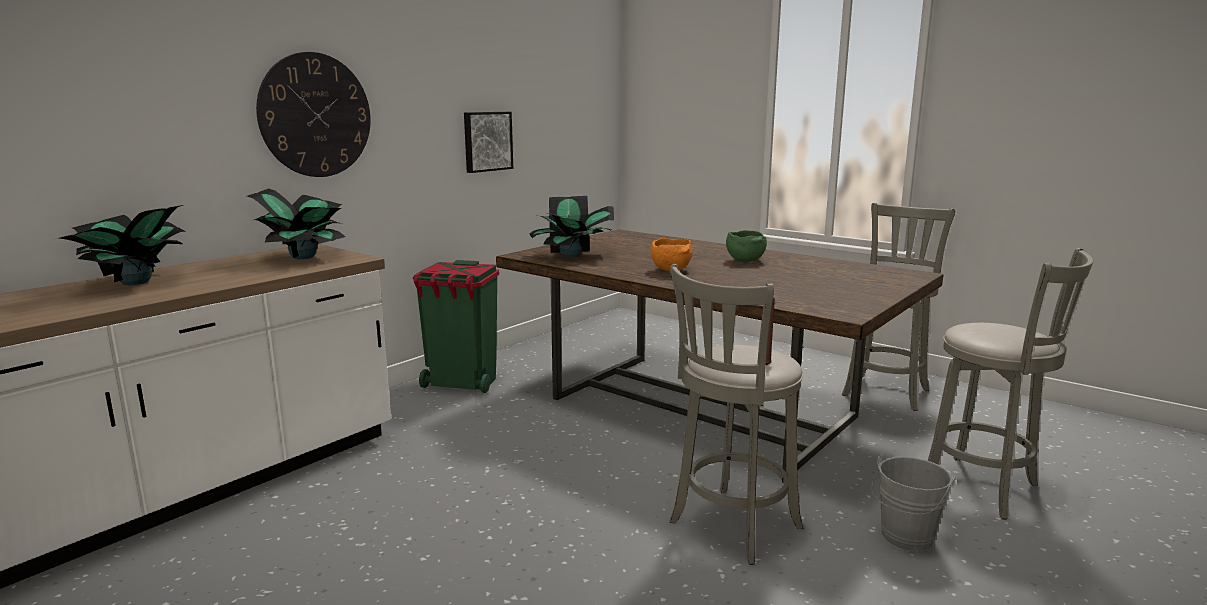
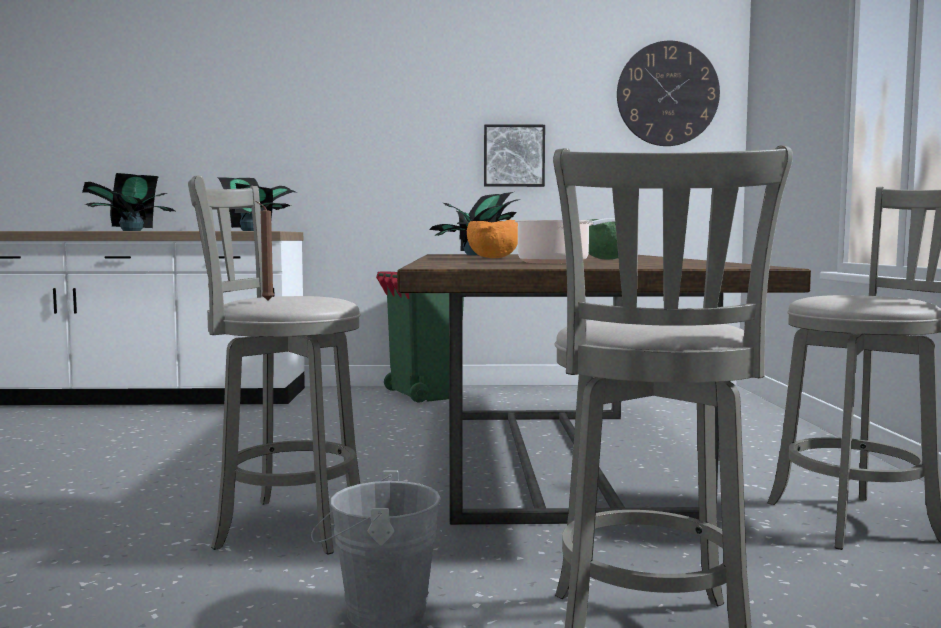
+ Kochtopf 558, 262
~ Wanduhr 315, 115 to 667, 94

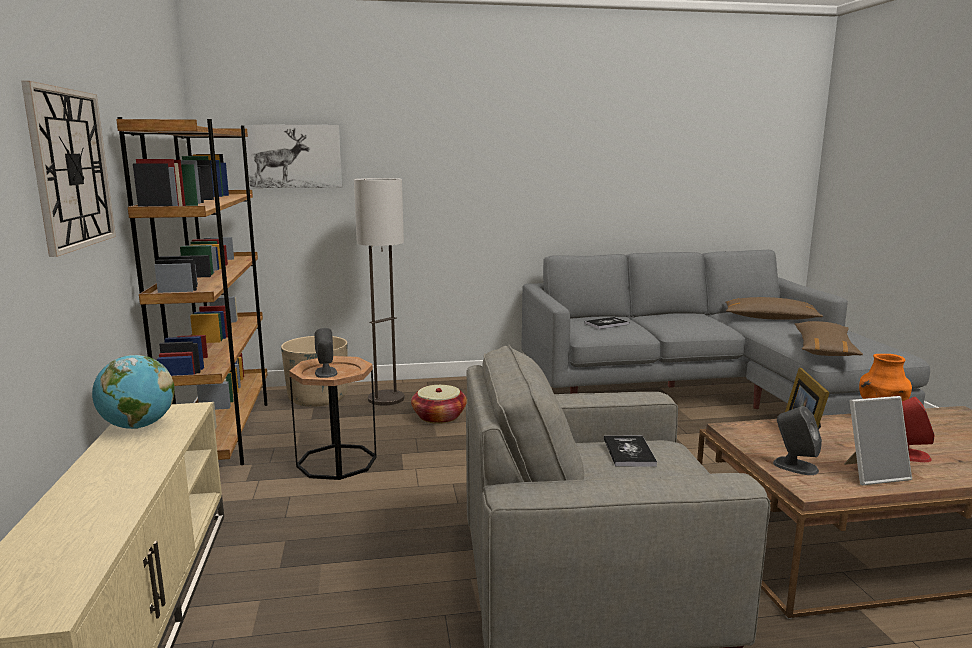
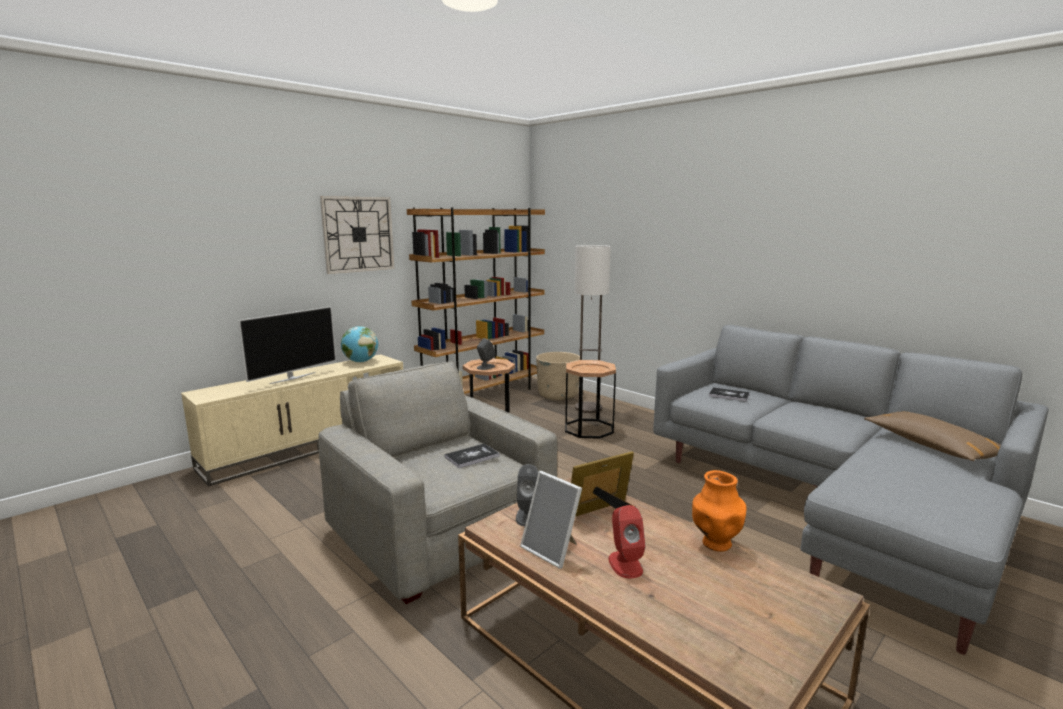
+ Fernseher 292, 378
~ Korb 439, 417 to Beistelltisch/braun 589, 429
- Bild 295, 156
- Kissen/braun 824, 349

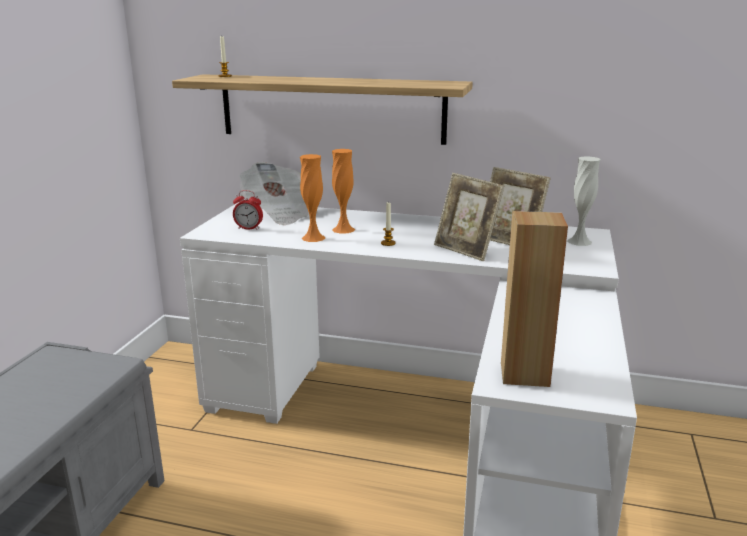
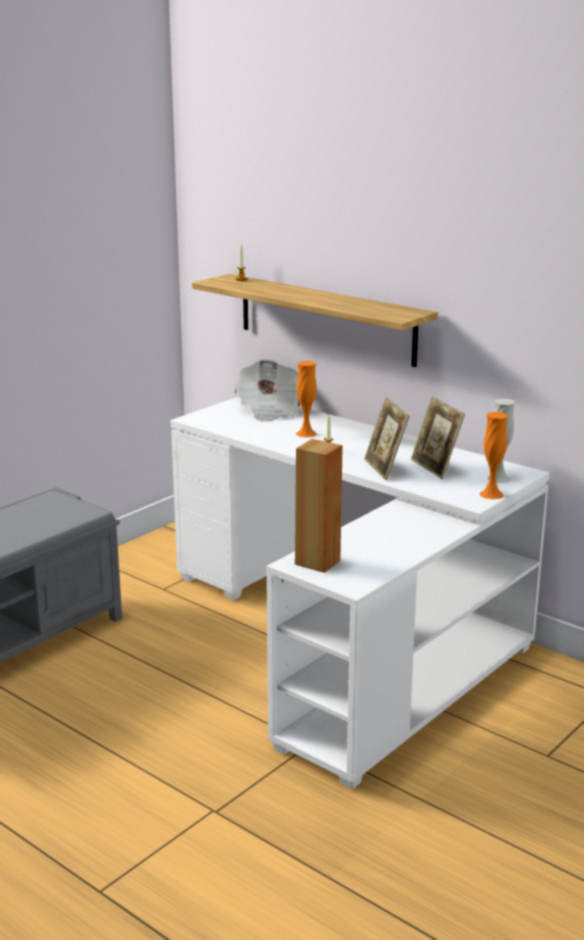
~ Vase/orange 313, 238 to 491, 494
- Wecker 249, 228

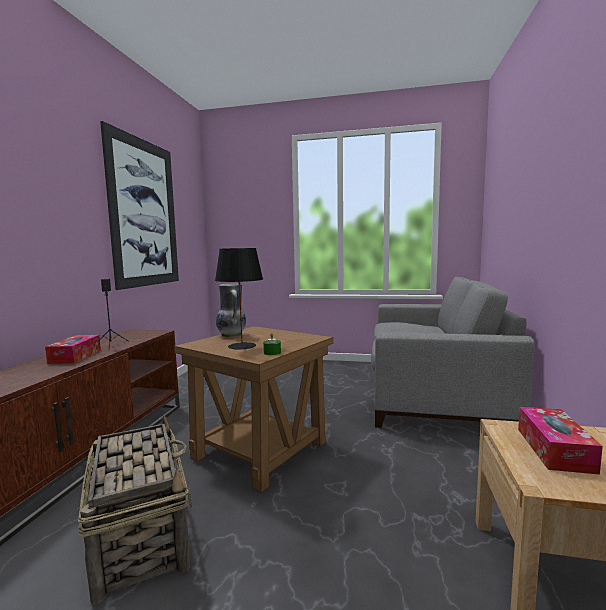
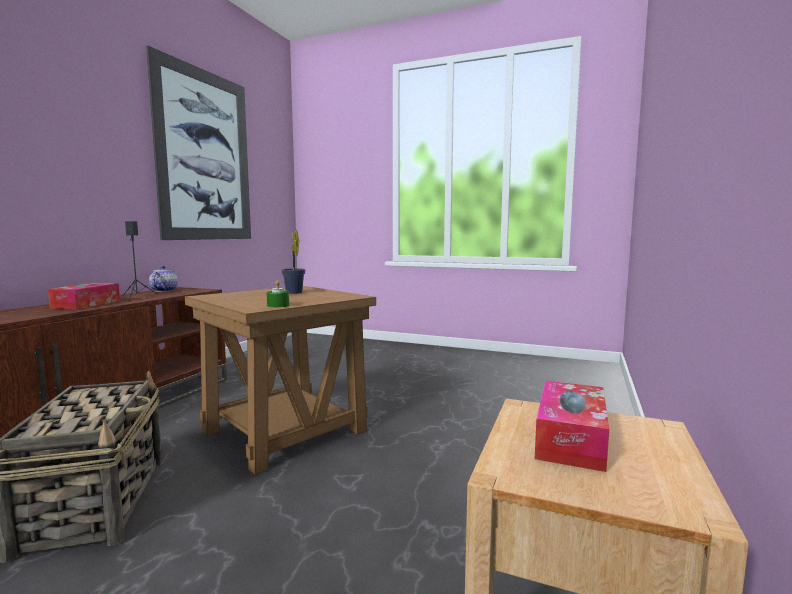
+ Teekanne 164, 290
+ Topfpflanze 293, 293
- Tischlampe/schwarz 242, 346
- Vase 232, 335
- Sofa/grau 431, 392

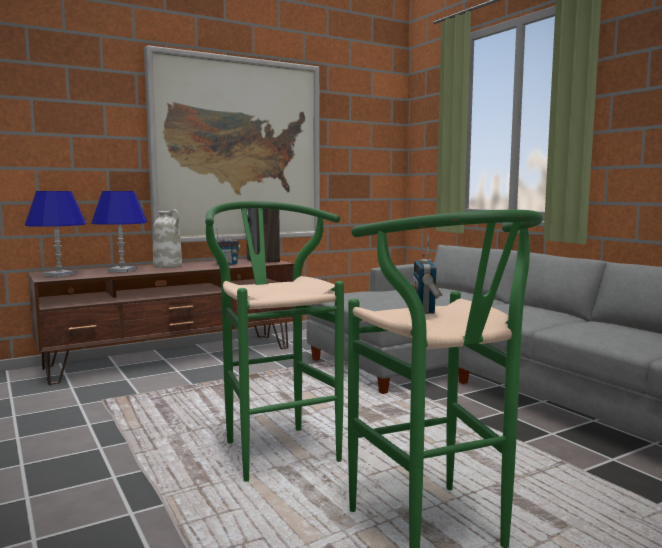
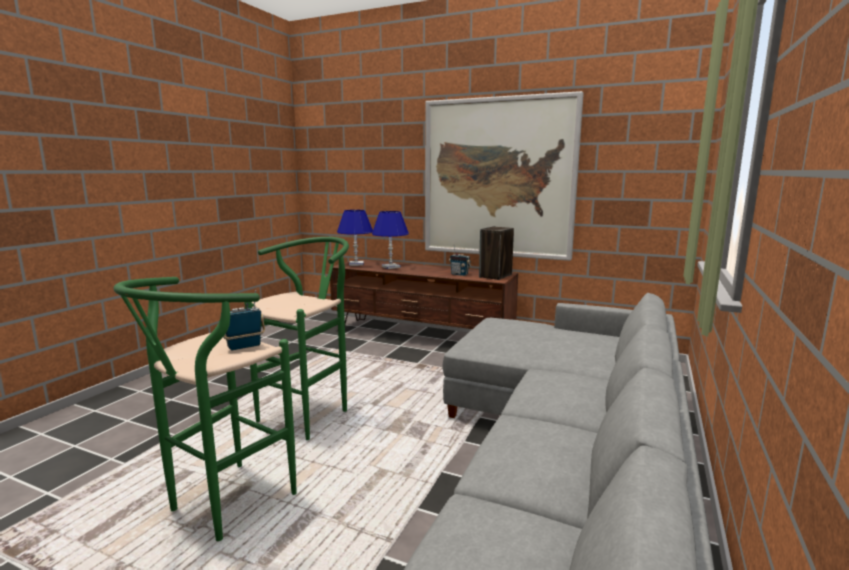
- Vase/weiß 168, 266

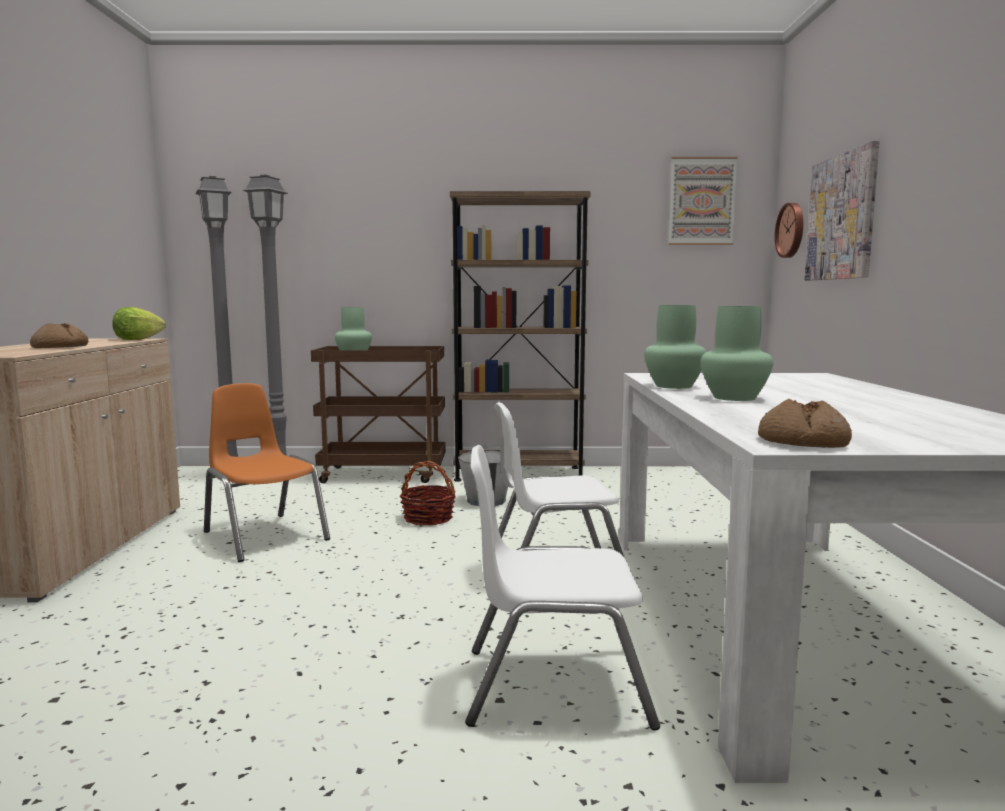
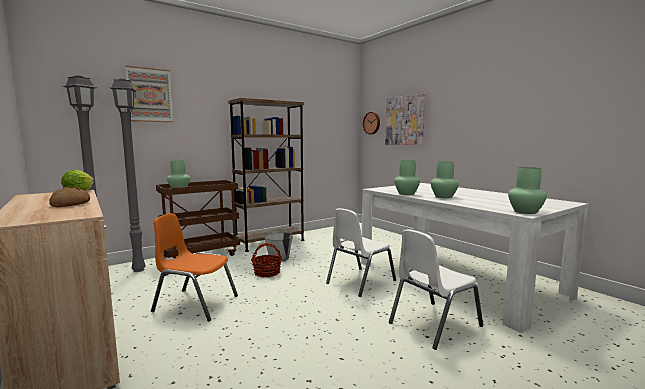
~ Bild 701, 201 to 149, 95
~ Brot 802, 442 to Vase/grün 525, 212

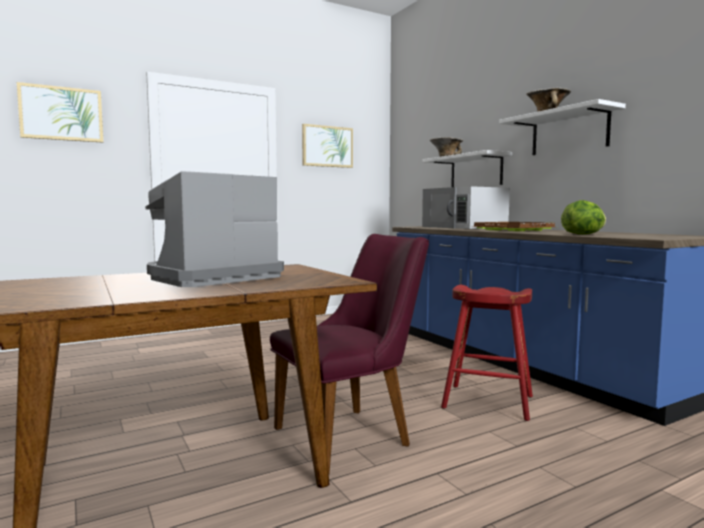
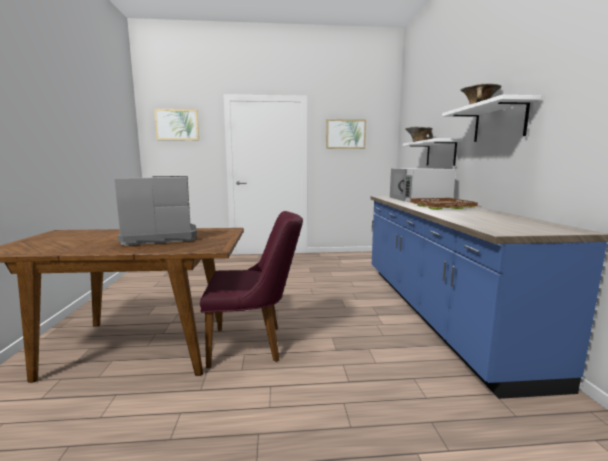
- Hocker/rot 488, 402
- Salatkopf 583, 234

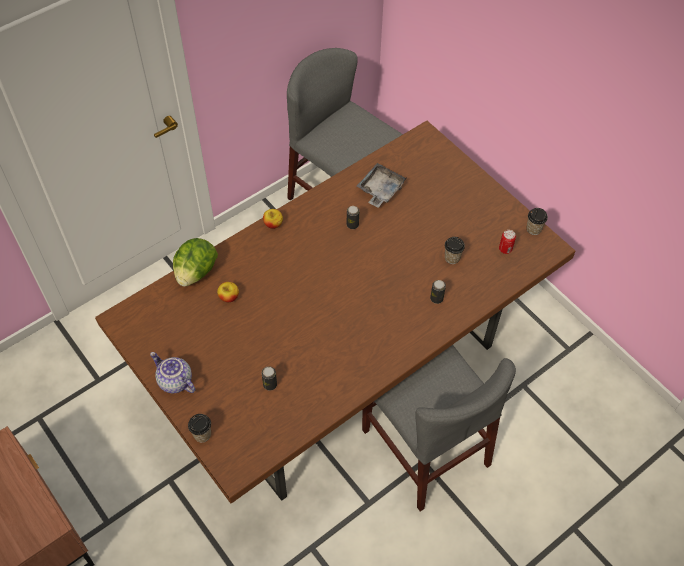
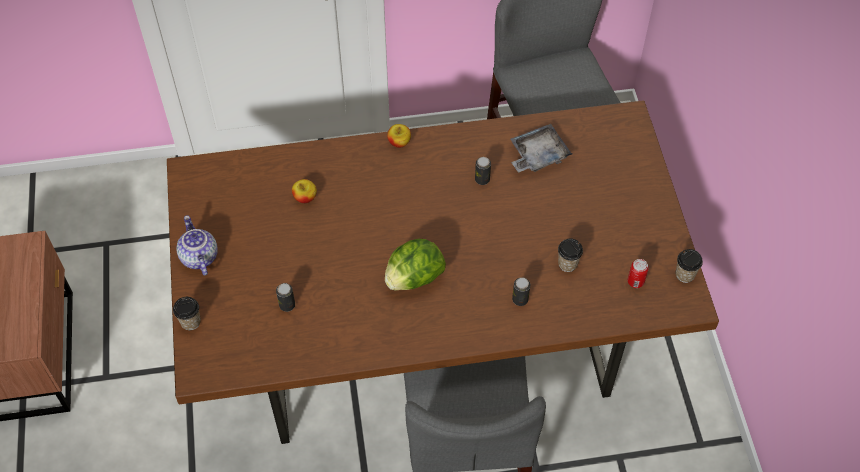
~ Salatkopf 196, 272 to 414, 278

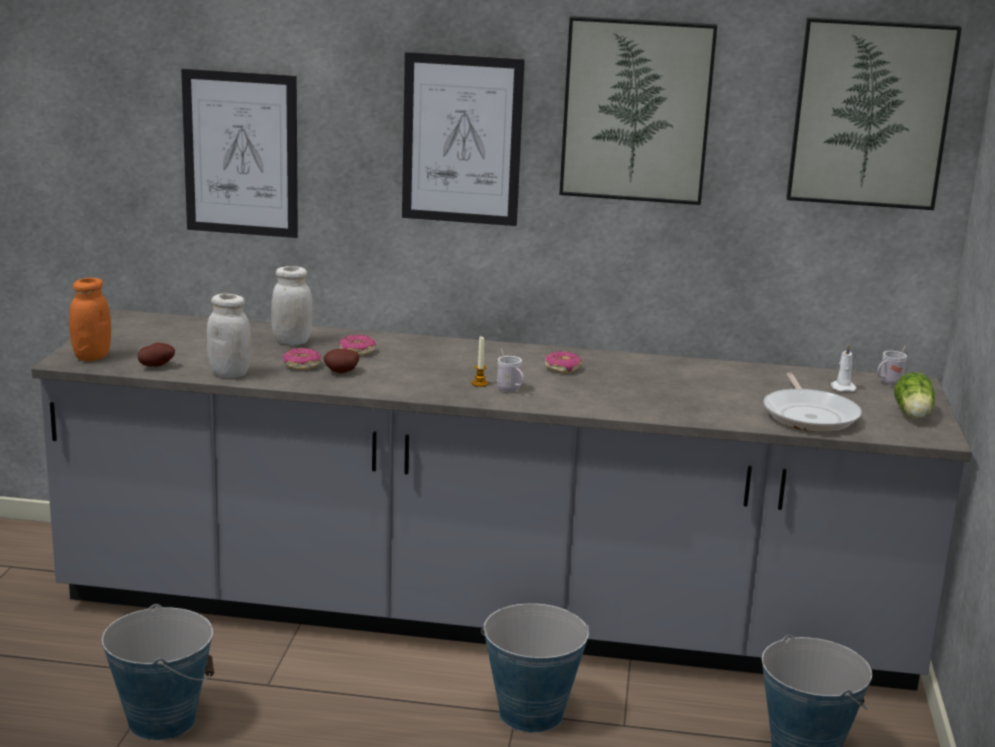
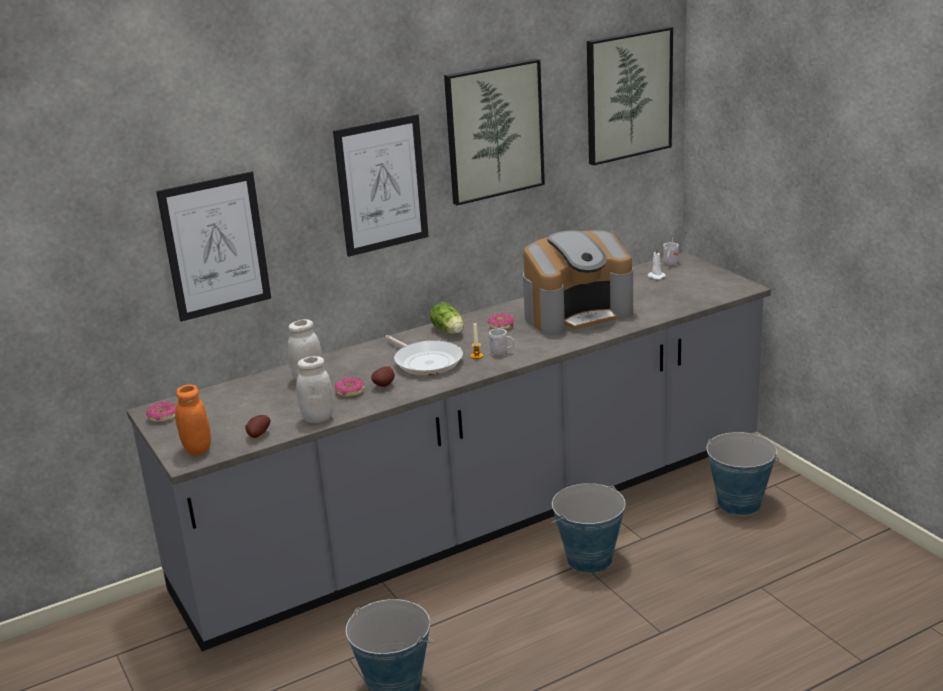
~ Donut 357, 351 to 163, 417
~ Pfanne 809, 415 to 426, 361
~ Salatkopf 913, 415 to 449, 331
+ Kaffeemaschine 577, 314

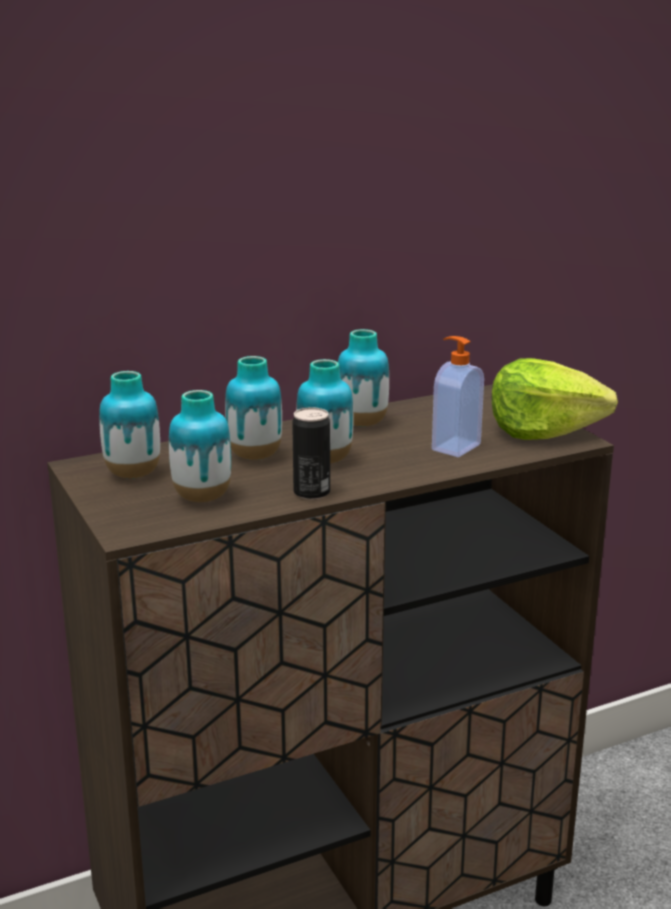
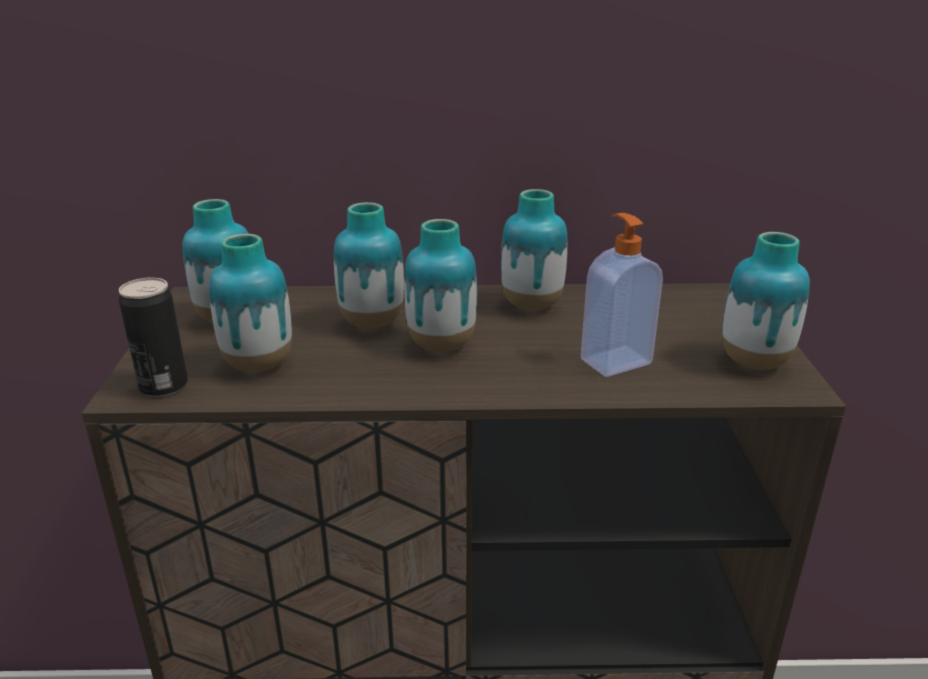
~ Dose 311, 492 to 163, 385
~ Salatkopf 543, 431 to Vase 754, 362

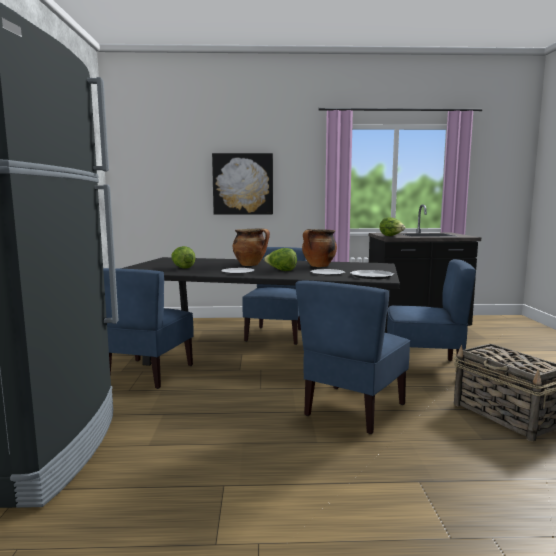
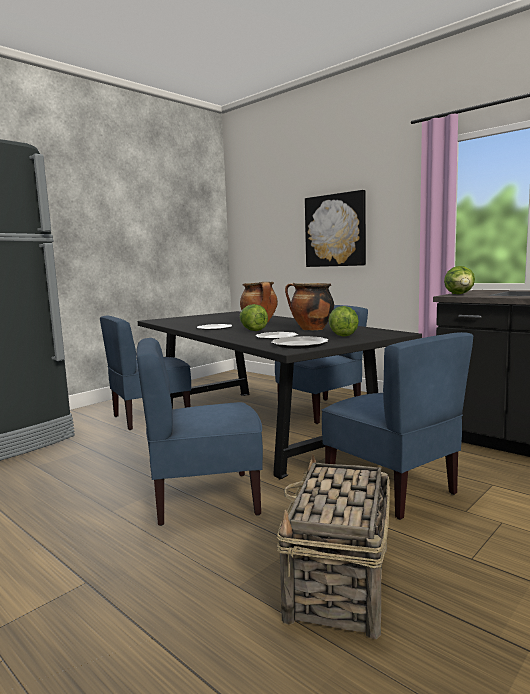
~ Salatkopf 182, 268 to 343, 335

